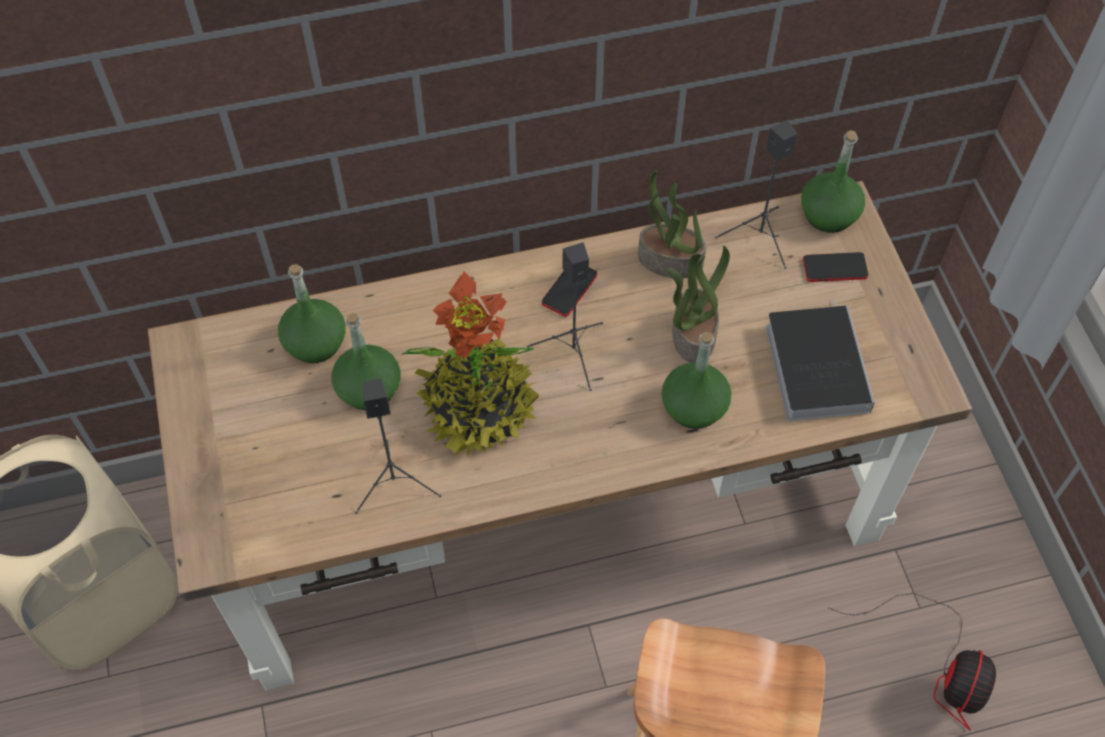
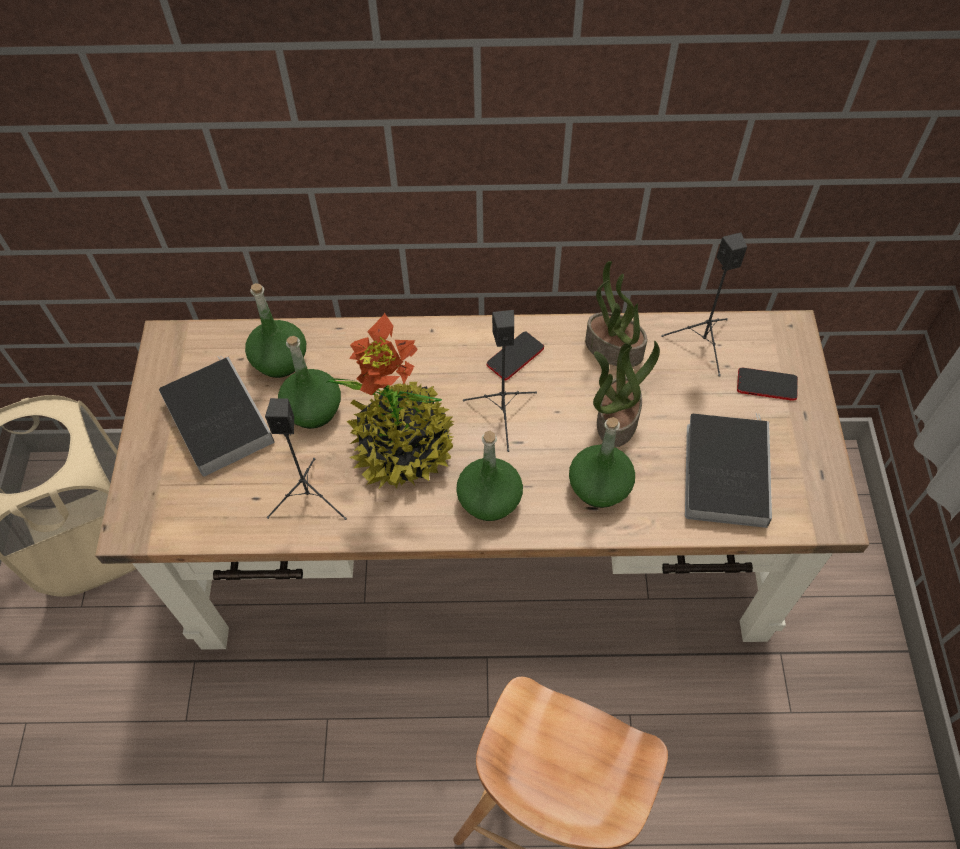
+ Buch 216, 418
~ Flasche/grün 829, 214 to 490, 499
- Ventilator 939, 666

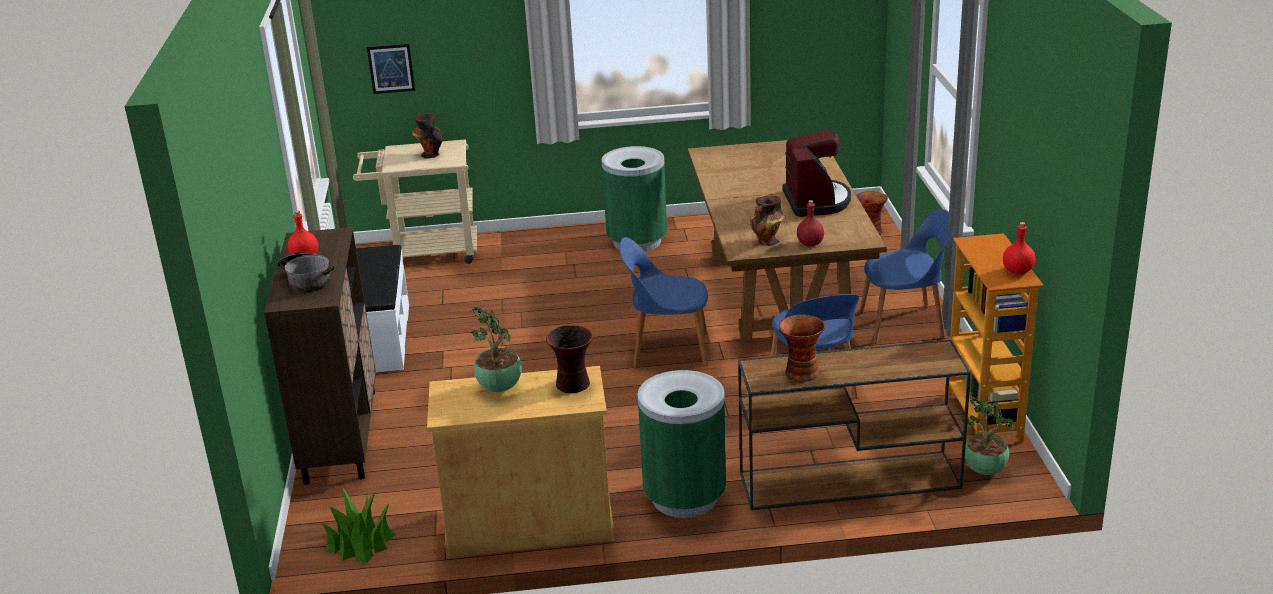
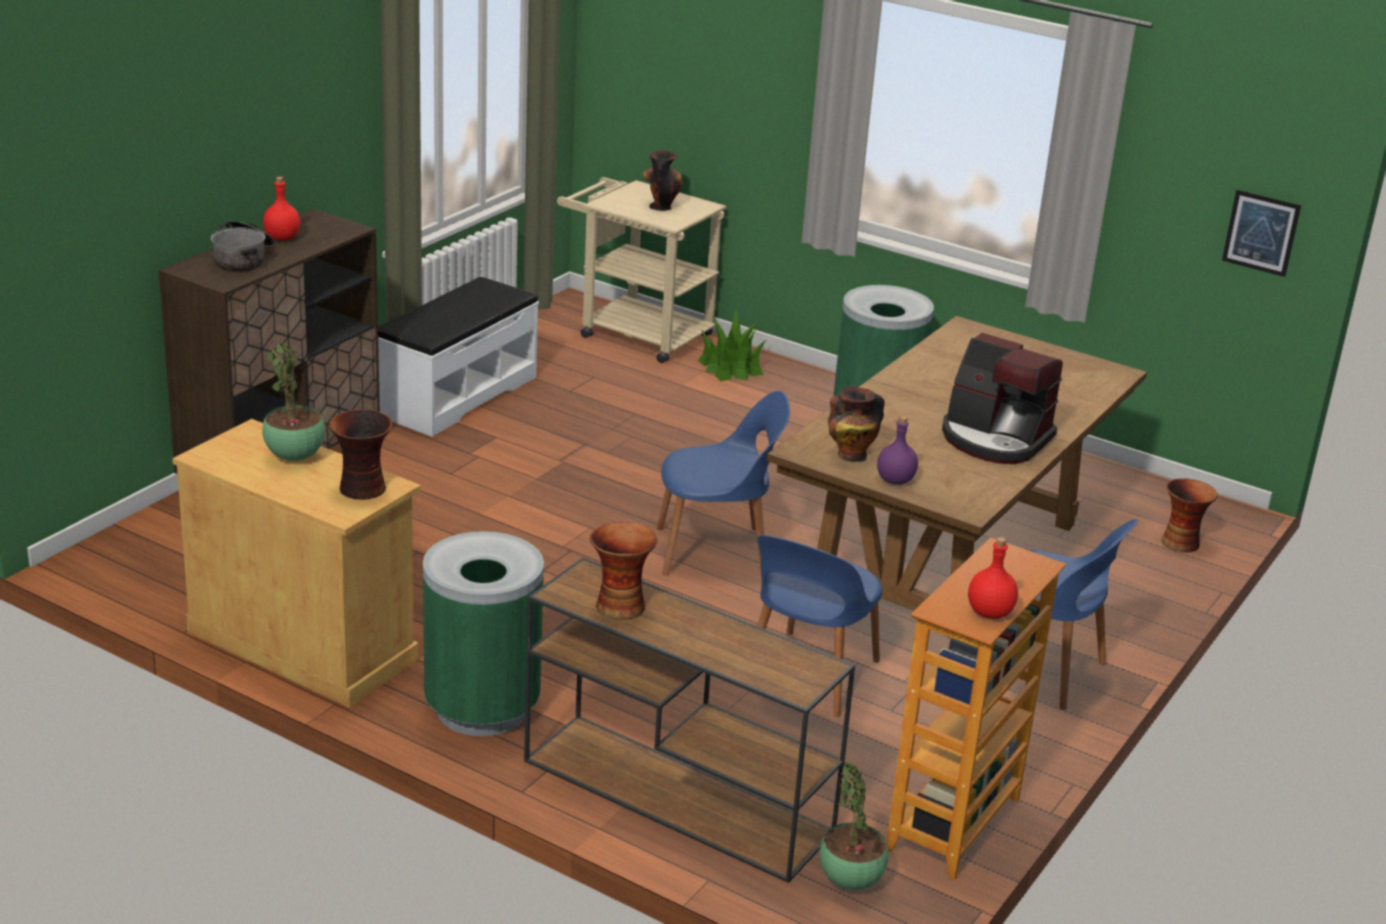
~ Stuhl/blau 667, 350 = 716, 552 135 degrees clockwise
~ Topfpflanze 360, 542 to 731, 367
~ Flasche/rot 810, 244 to Flasche/lila 896, 480
~ Kaffeemaschine 816, 201 = 995, 439 90 degrees clockwise
~ Bild 391, 68 to 1261, 233

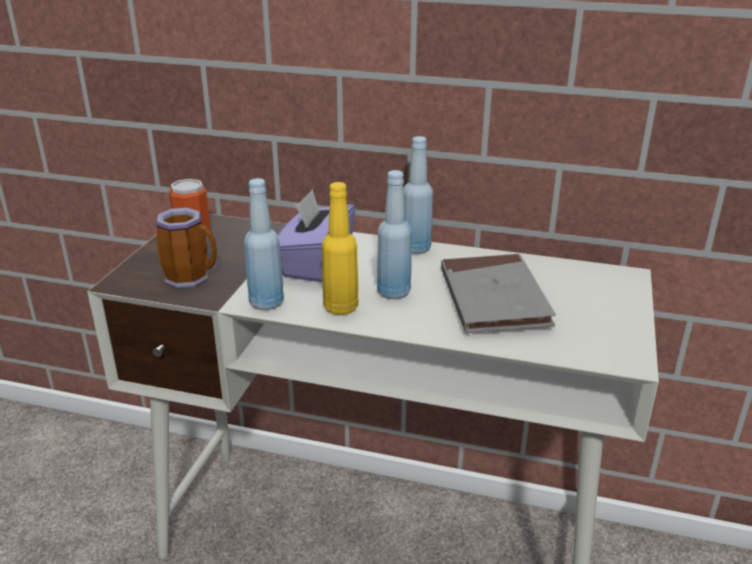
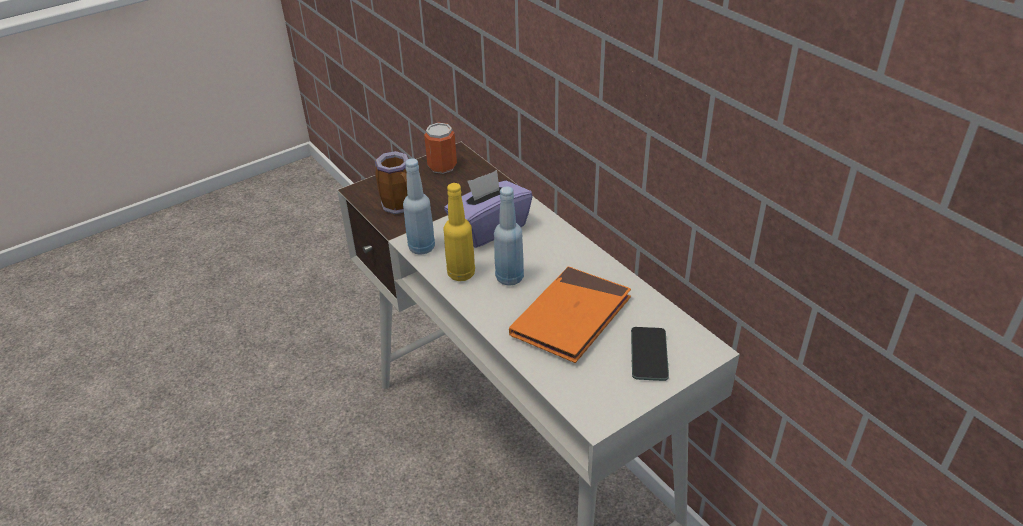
~ Buch/grau 493, 299 to Buch/orange 571, 317
+ Handy 649, 354
- Flasche/blau 416, 248

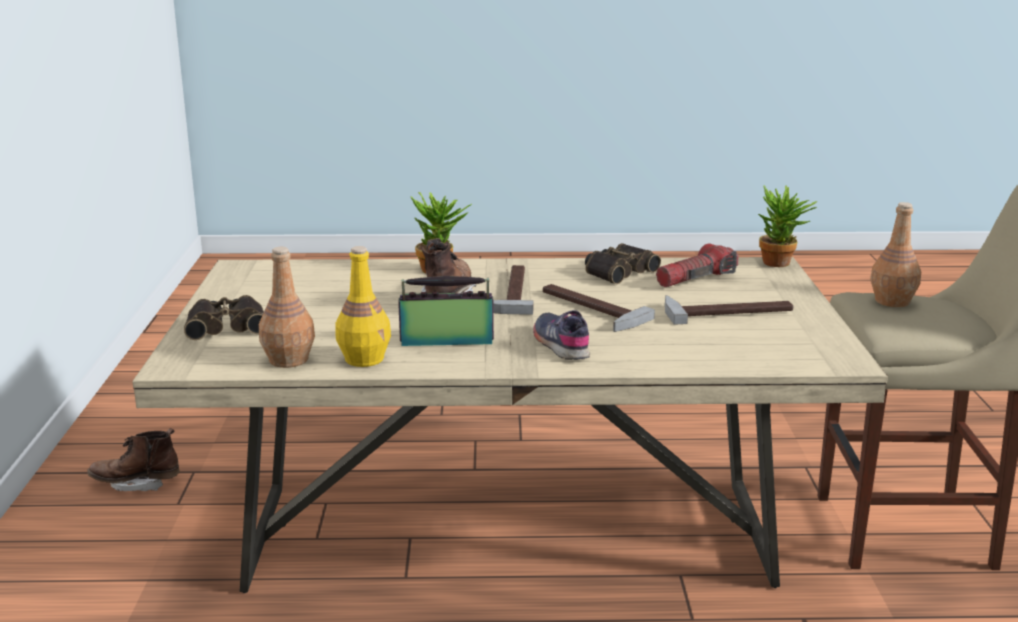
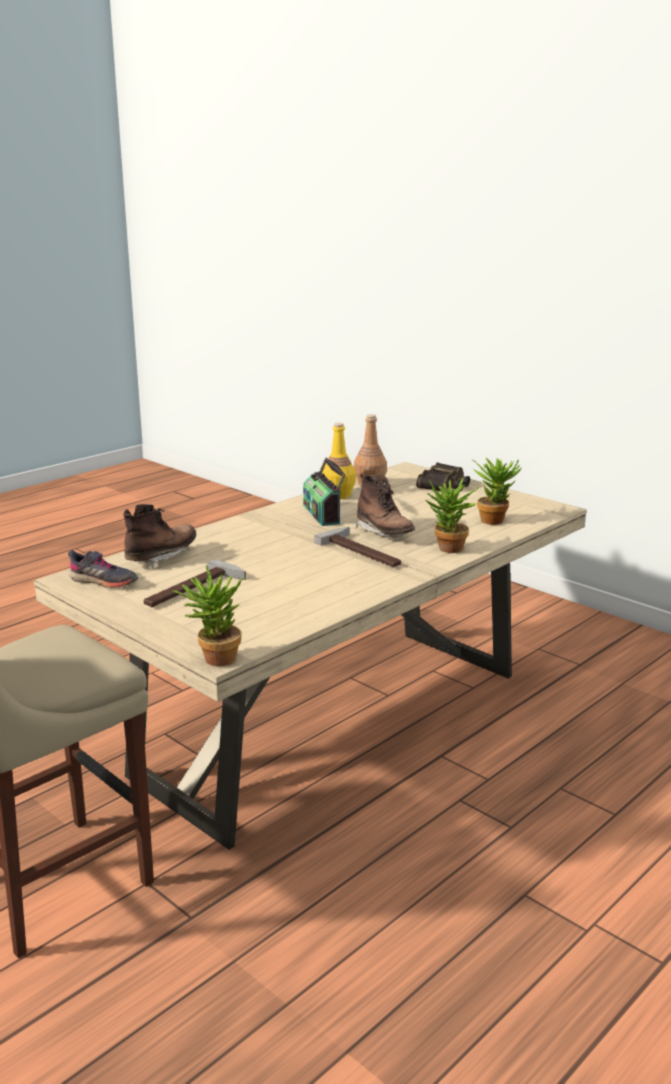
~ Schuh/grau 561, 344 to 103, 581
~ Stiefel/braun 136, 483 to 161, 557
~ Radio 446, 341 = 323, 514 120 degrees clockwise
+ Topfpflanze 494, 519
- Hammer 587, 309
- Fernglas 617, 271
- Taschenlampe 696, 279
- Flasche/braun 892, 301

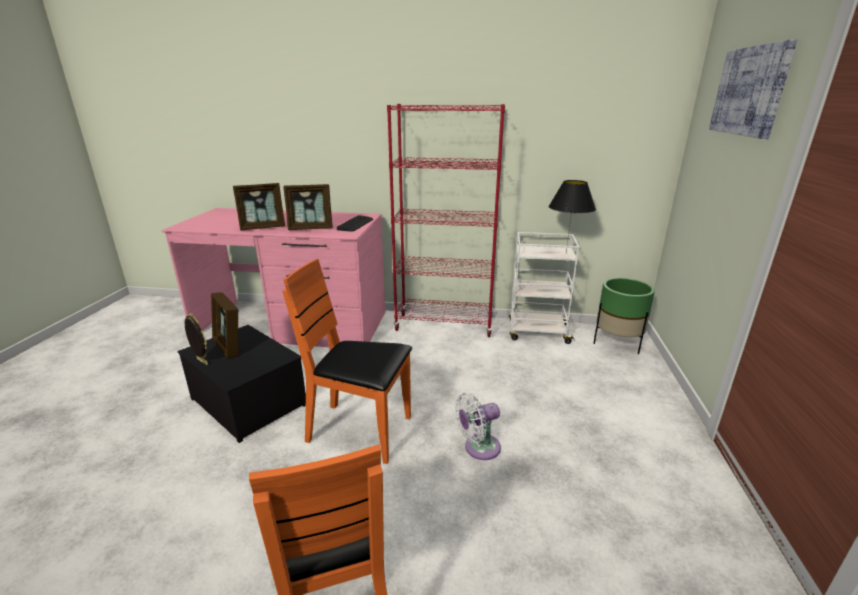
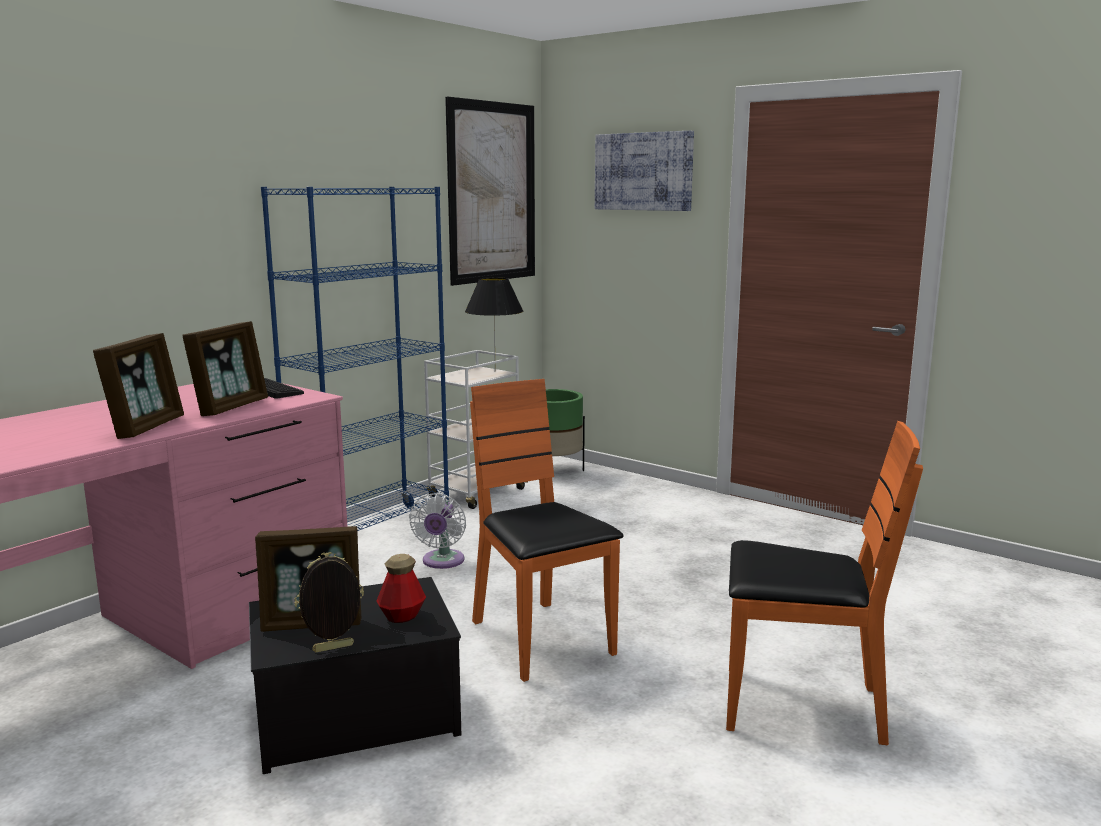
~ Bücherregal/rot 444, 325 to Bücherregal/blau 372, 532
+ Flasche 402, 616
~ Ventilator/weiß 478, 448 to 442, 562
+ Bild 492, 193
~ Stuhl/orange 360, 431 = 540, 639 105 degrees clockwise

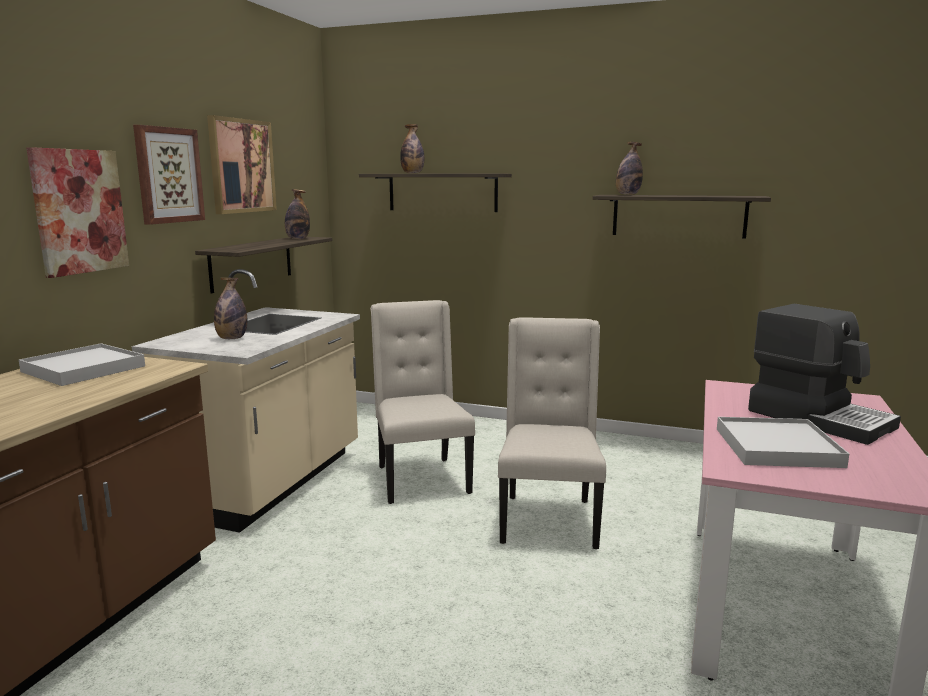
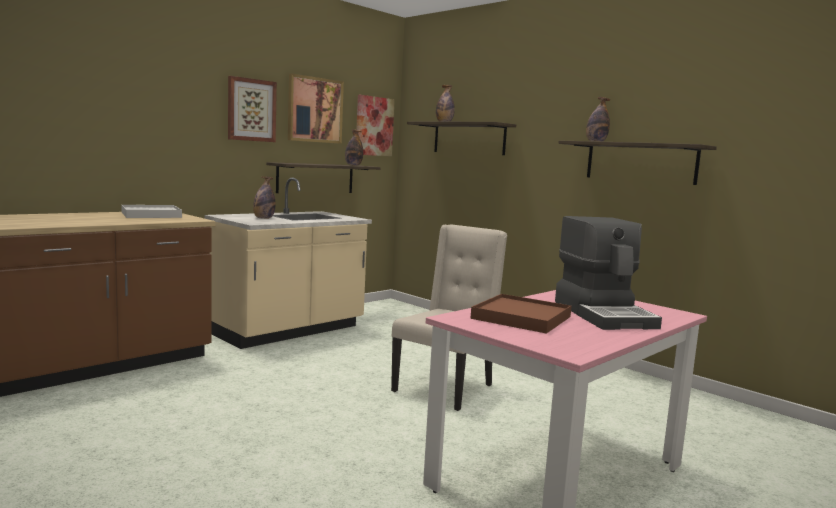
~ Bild 79, 211 to 374, 126
~ Tablett/weiß 777, 447 to Tablett/braun 521, 317
- Stuhl/beige 420, 479

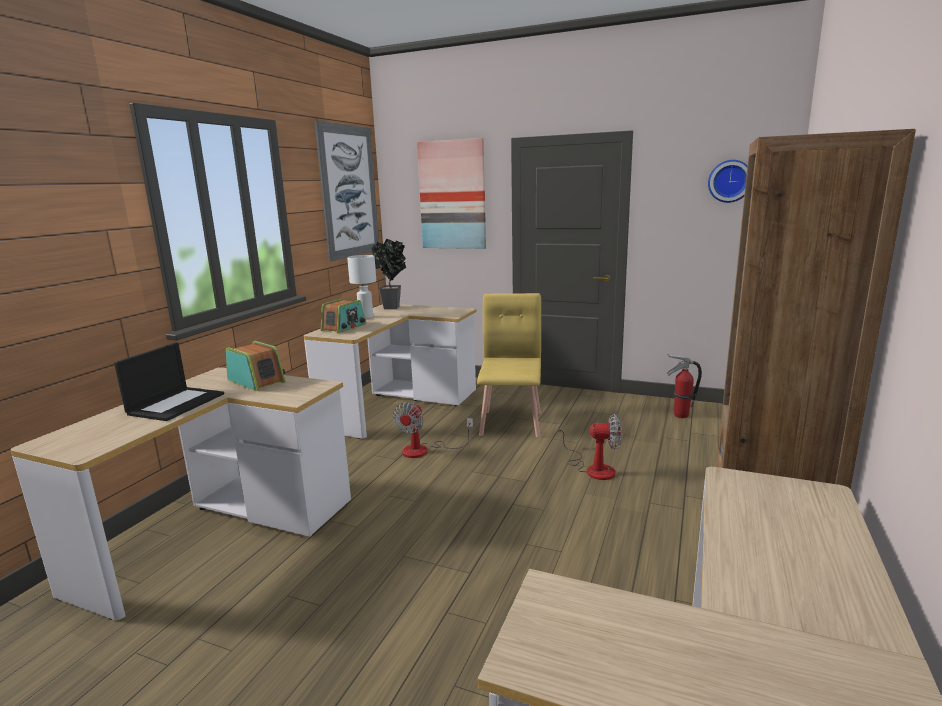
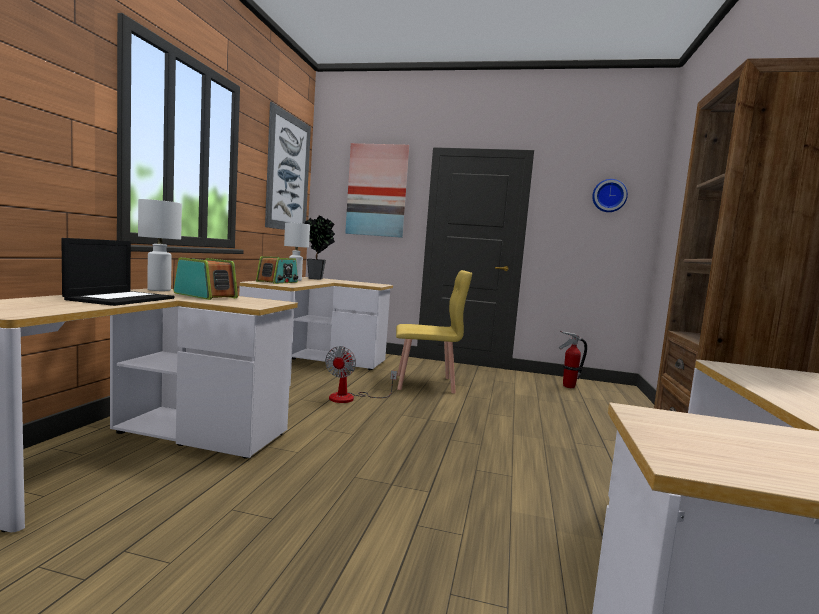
+ Tischlampe/weiß 159, 290
~ Stuhl/gelb 511, 423 = 425, 383 90 degrees clockwise
- Ventilator 593, 468

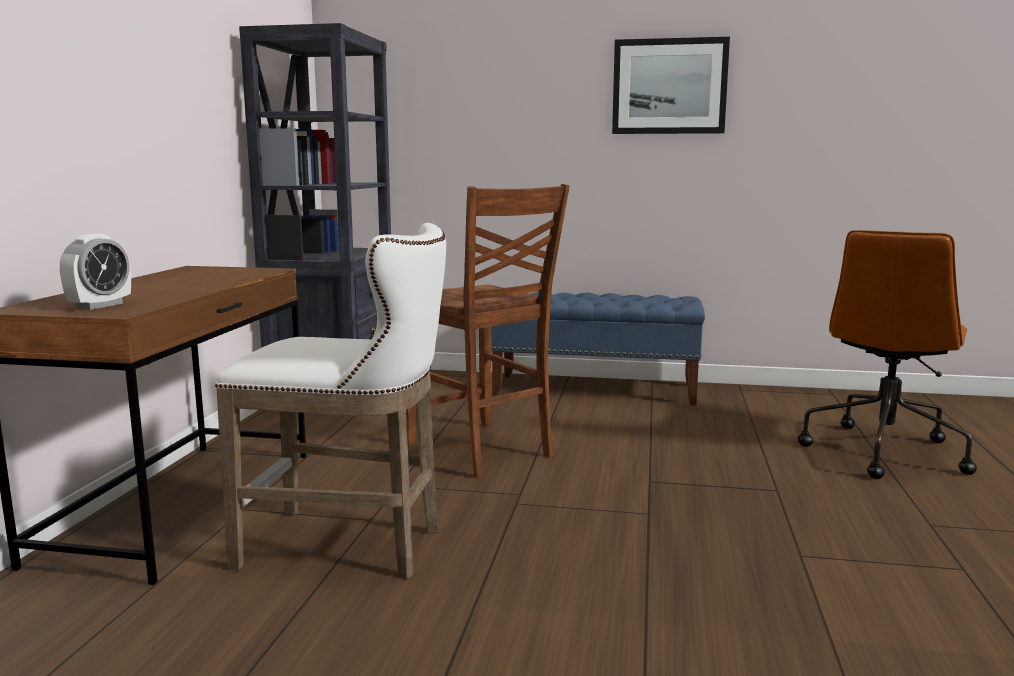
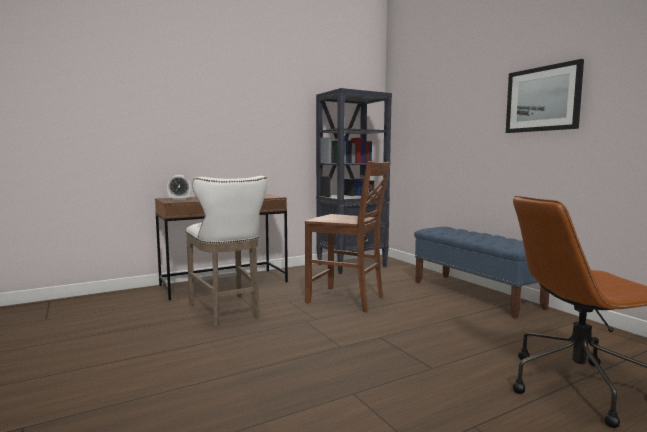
~ Stuhl/braun 480, 450 = 347, 300 75 degrees counterclockwise

